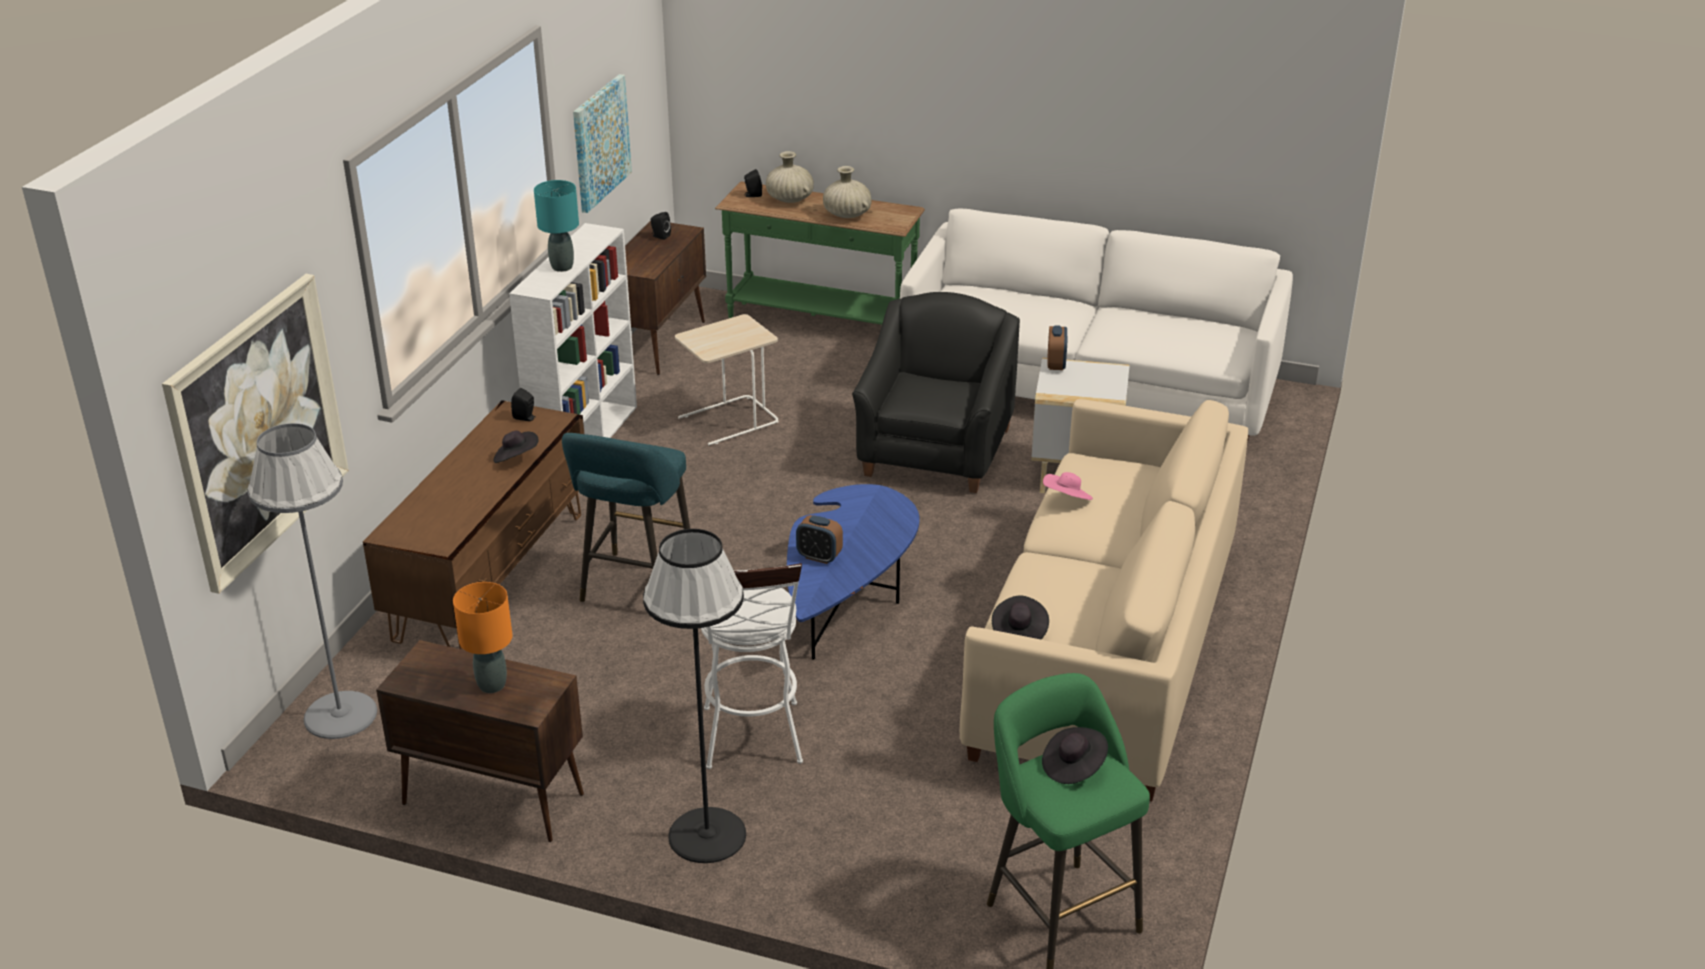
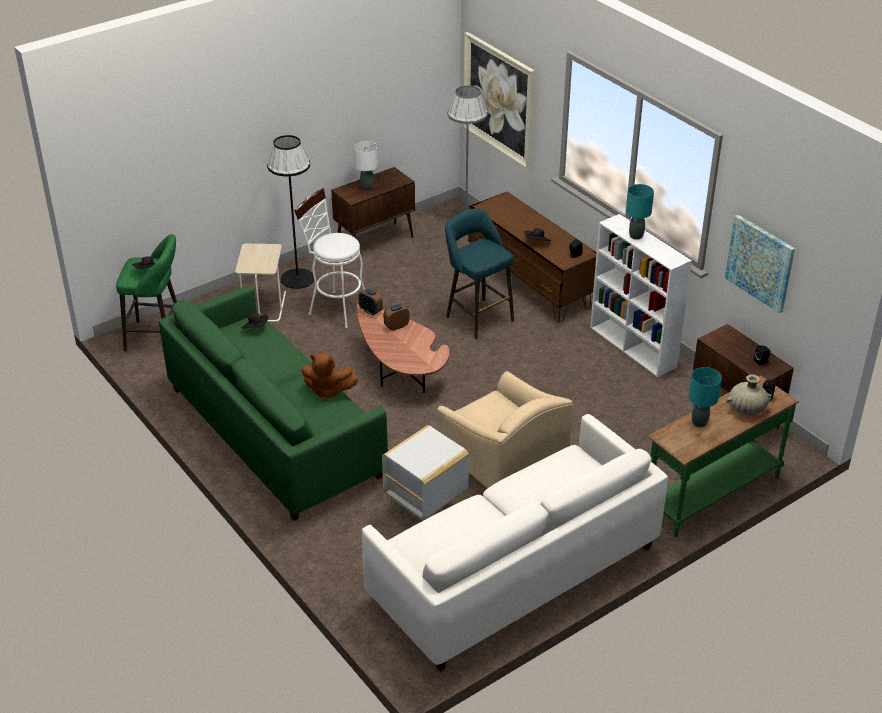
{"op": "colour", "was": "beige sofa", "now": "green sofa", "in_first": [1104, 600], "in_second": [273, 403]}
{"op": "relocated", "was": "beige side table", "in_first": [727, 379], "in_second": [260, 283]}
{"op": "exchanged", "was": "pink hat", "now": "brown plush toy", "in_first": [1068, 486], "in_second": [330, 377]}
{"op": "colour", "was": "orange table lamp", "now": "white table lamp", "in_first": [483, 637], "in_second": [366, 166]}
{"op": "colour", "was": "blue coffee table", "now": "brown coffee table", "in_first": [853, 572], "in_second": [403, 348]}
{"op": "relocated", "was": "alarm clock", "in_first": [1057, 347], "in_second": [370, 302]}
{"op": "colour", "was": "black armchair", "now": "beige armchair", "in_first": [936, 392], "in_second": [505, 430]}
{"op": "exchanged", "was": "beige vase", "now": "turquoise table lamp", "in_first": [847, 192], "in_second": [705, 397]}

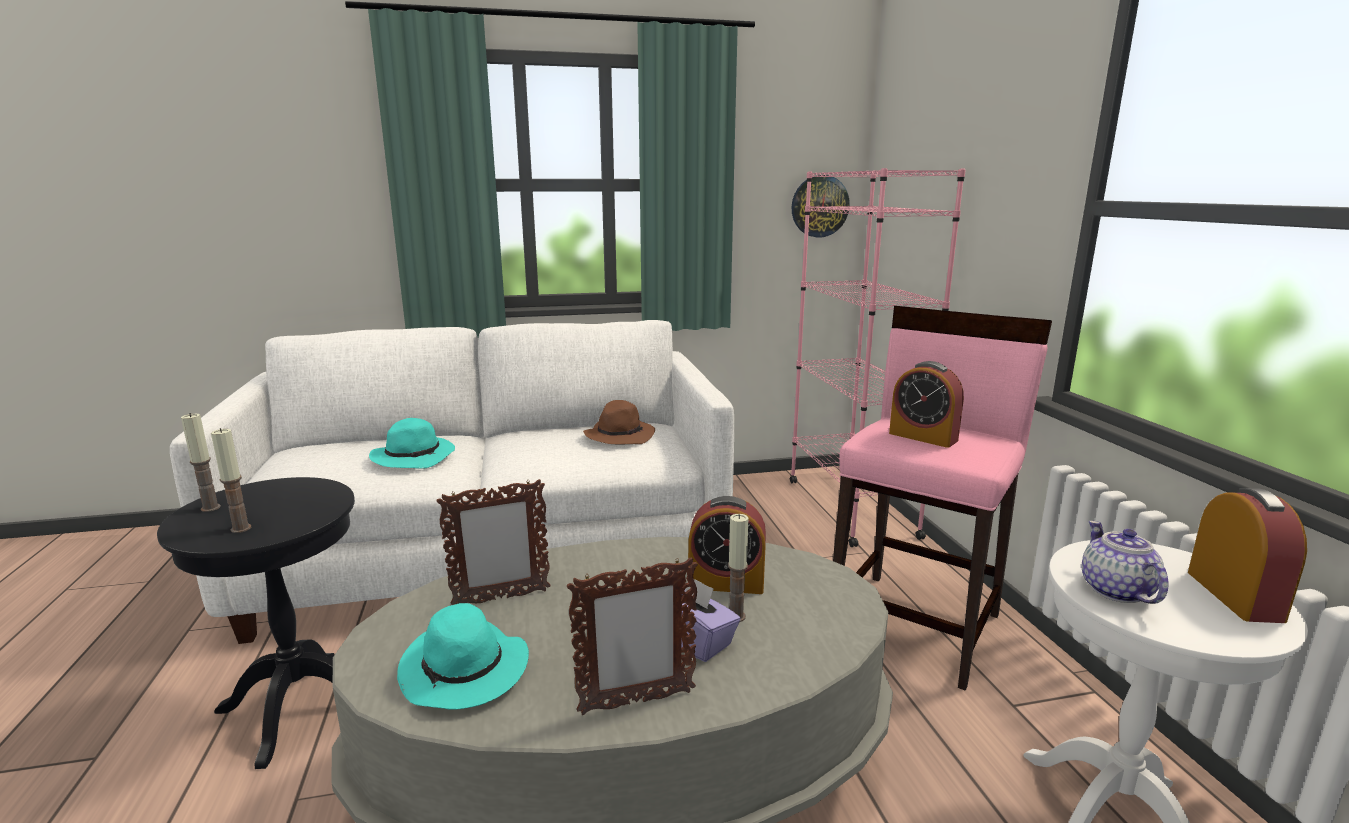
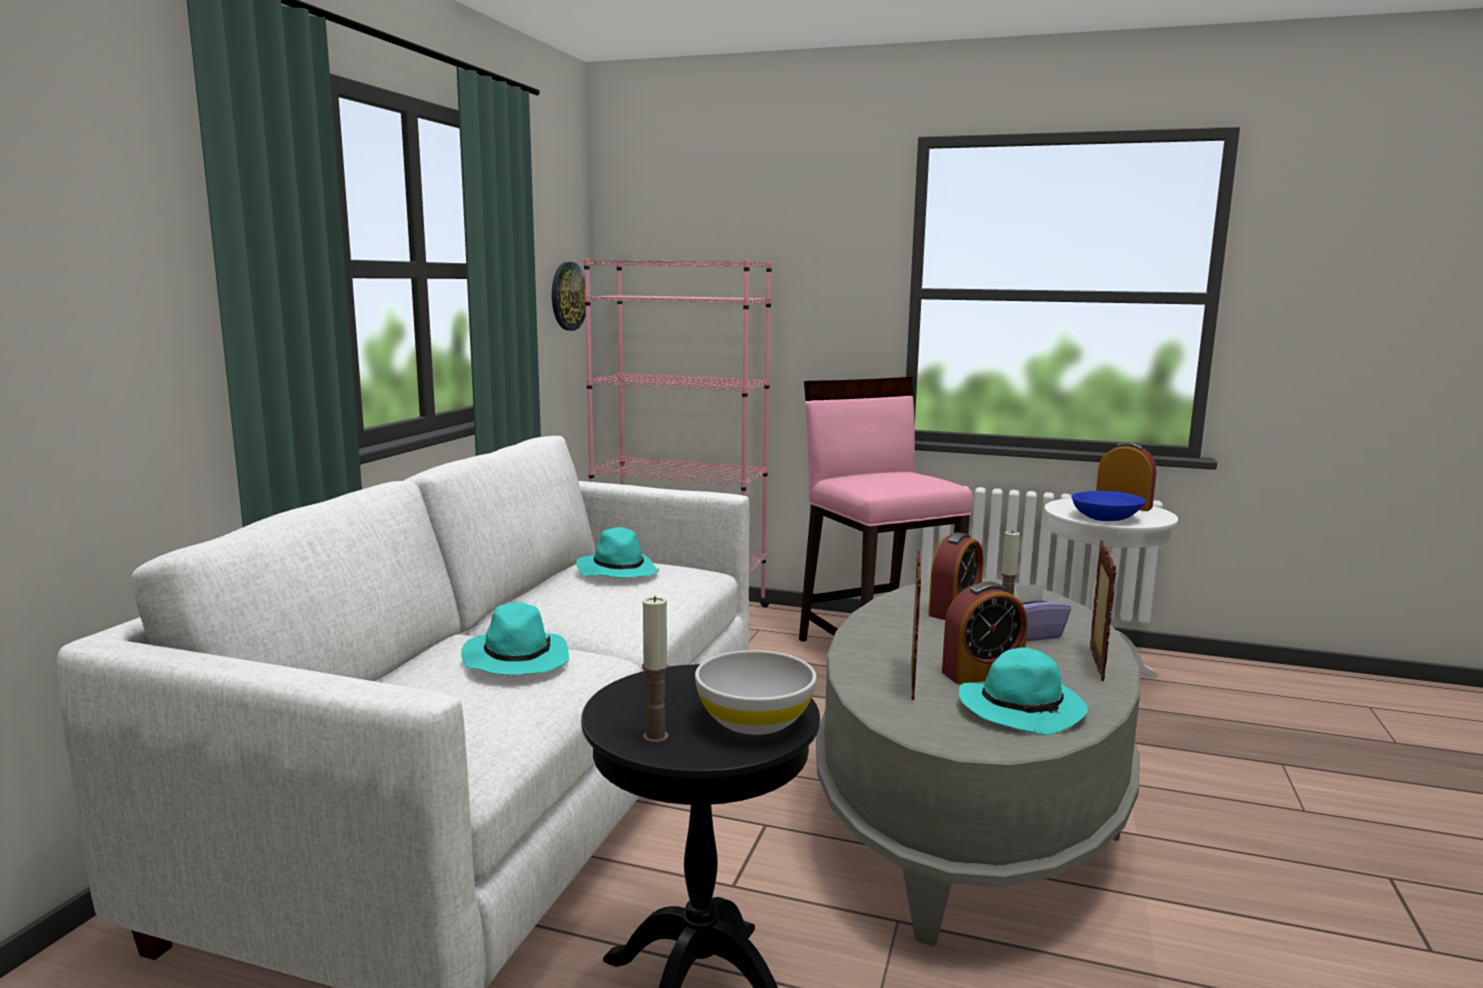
{"op": "colour", "was": "brown hat", "now": "turquoise hat", "in_first": [619, 422], "in_second": [617, 552]}
{"op": "exchanged", "was": "candle", "now": "white bowl", "in_first": [231, 480], "in_second": [756, 692]}
{"op": "relocated", "was": "alarm clock", "in_first": [926, 404], "in_second": [984, 633]}
{"op": "exchanged", "was": "teapot", "now": "blue bowl", "in_first": [1125, 562], "in_second": [1109, 506]}

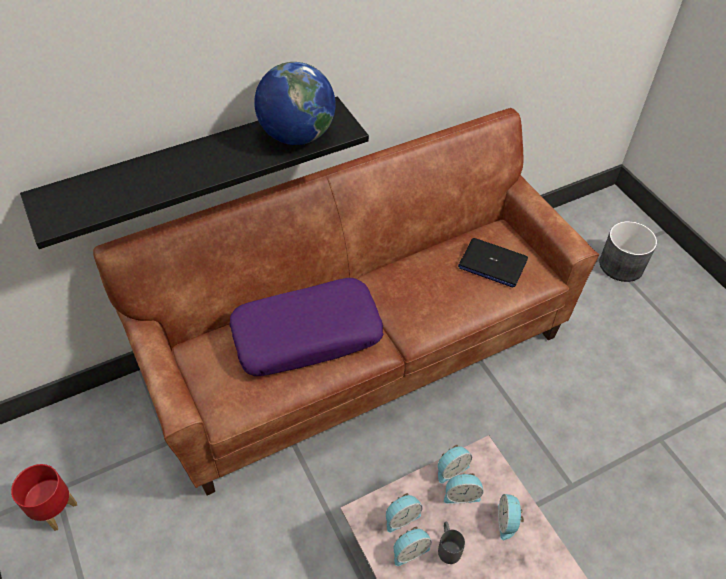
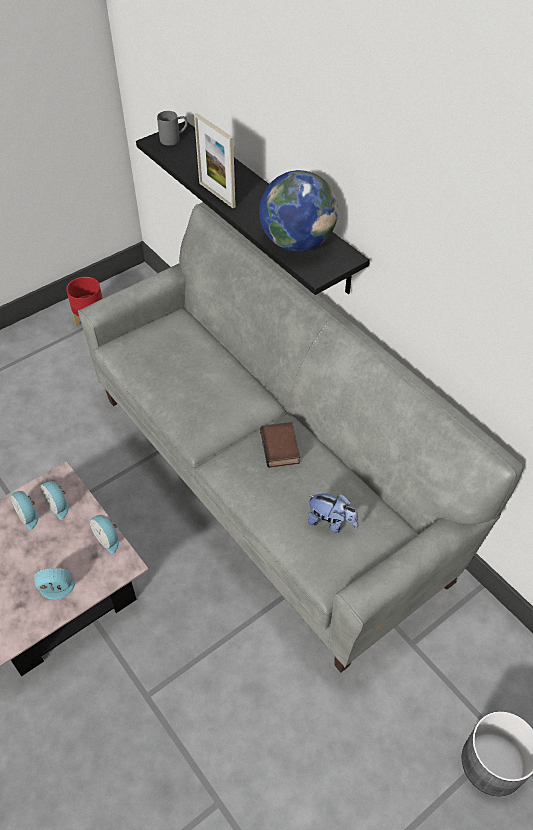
{"op": "colour", "was": "brown sofa", "now": "grey sofa", "in_first": [346, 301], "in_second": [300, 437]}
{"op": "relocated", "was": "grey mug", "in_first": [451, 542], "in_second": [172, 128]}
{"op": "appeared", "now": "picture frame", "in_second": [215, 160]}
{"op": "appeared", "now": "book", "in_second": [280, 445]}
{"op": "exchanged", "was": "laptop", "now": "plush toy", "in_first": [493, 263], "in_second": [333, 513]}
{"op": "missing", "was": "purple pillow", "in_first": [306, 327]}
{"op": "missing", "was": "alarm clock", "in_first": [464, 488]}

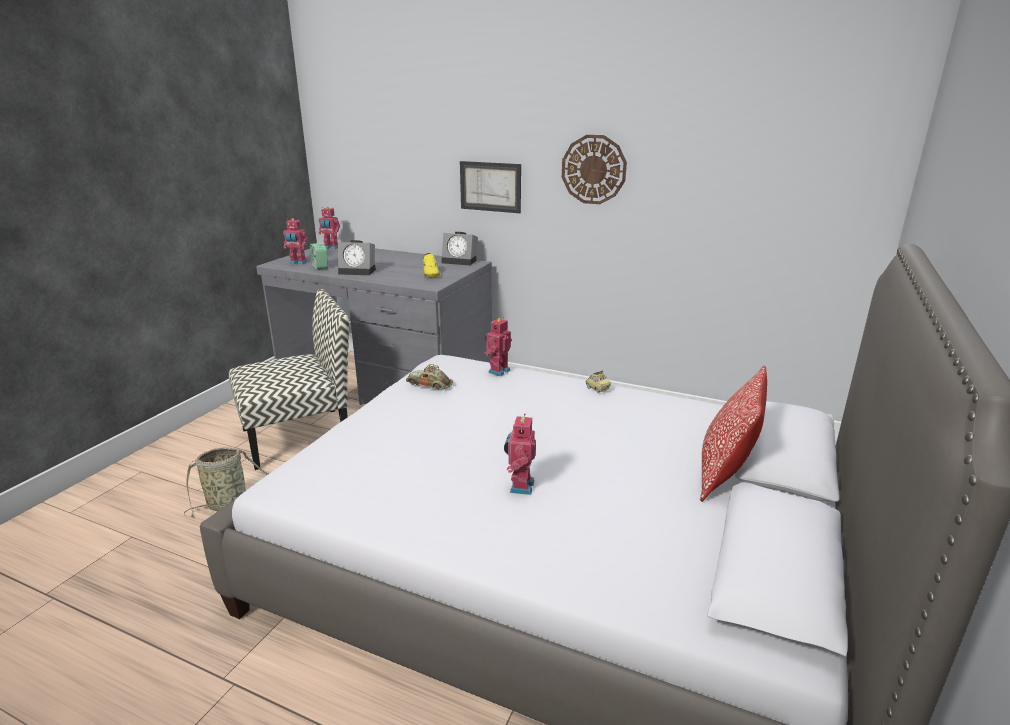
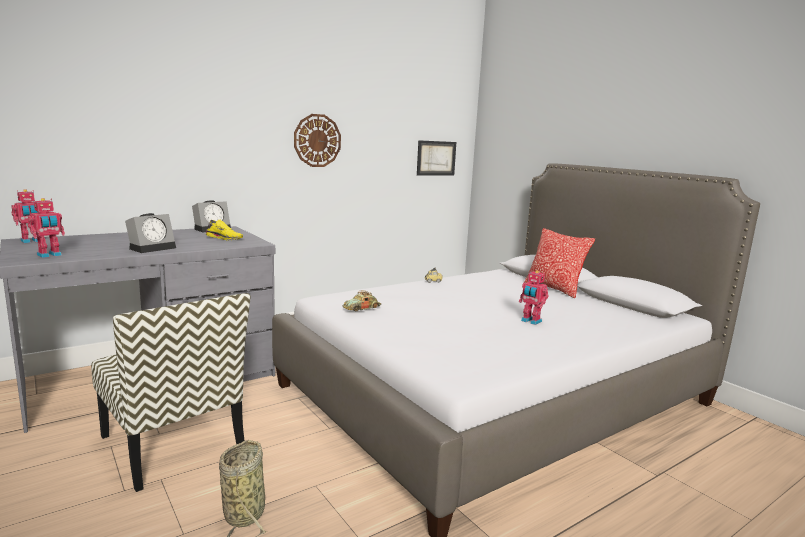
{"op": "spun", "was": "chair", "in_first": [289, 379], "in_second": [170, 392], "clockwise": 135}
{"op": "relocated", "was": "picture", "in_first": [490, 187], "in_second": [436, 158]}
{"op": "missing", "was": "alarm clock", "in_first": [319, 256]}
{"op": "missing", "was": "toy robot", "in_first": [498, 346]}

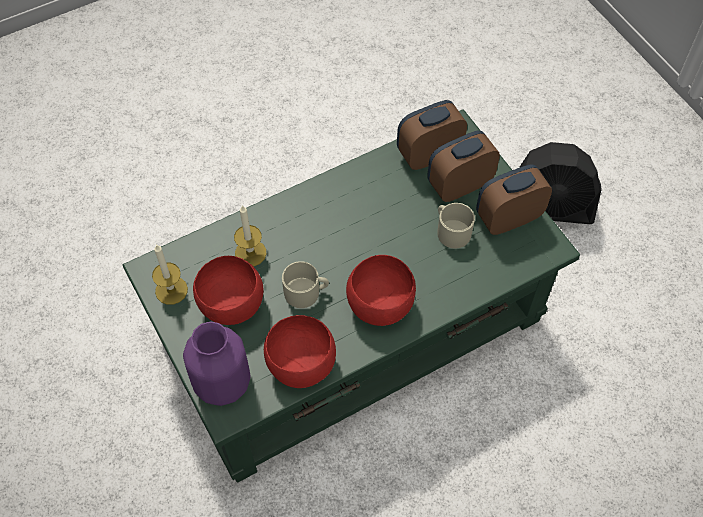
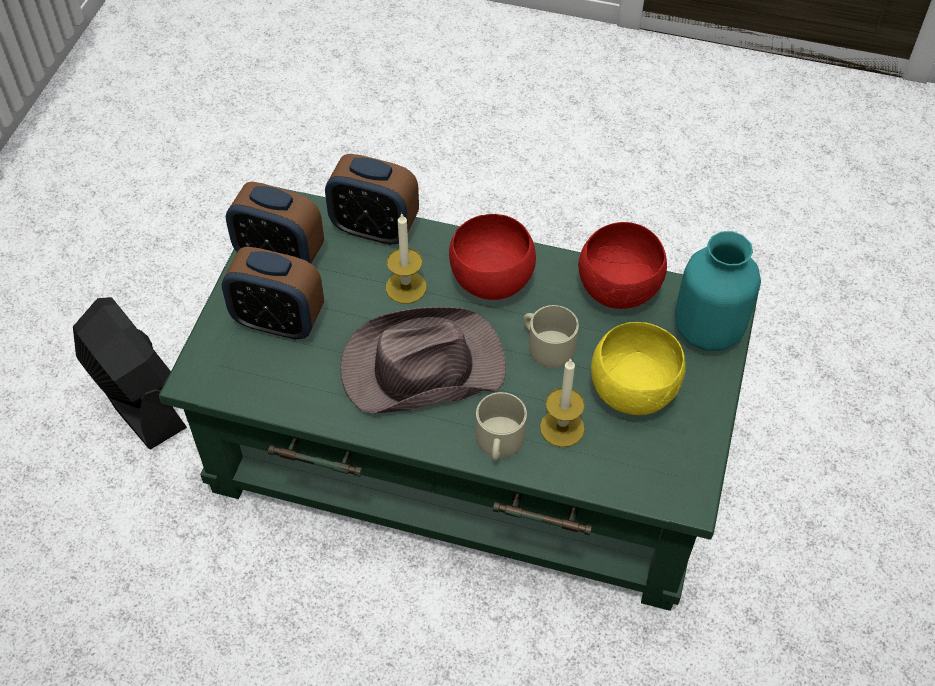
{"op": "relocated", "was": "alarm clock", "in_first": [432, 135], "in_second": [372, 199]}
{"op": "appeared", "now": "brown hat", "in_second": [423, 360]}
{"op": "relocated", "was": "candle", "in_first": [170, 274], "in_second": [406, 259]}
{"op": "relocated", "was": "beige mug", "in_first": [456, 226], "in_second": [501, 426]}
{"op": "colour", "was": "red bowl", "now": "yellow bowl", "in_first": [228, 290], "in_second": [638, 368]}
{"op": "colour", "was": "purple vase", "now": "turquoise vase", "in_first": [217, 363], "in_second": [718, 291]}

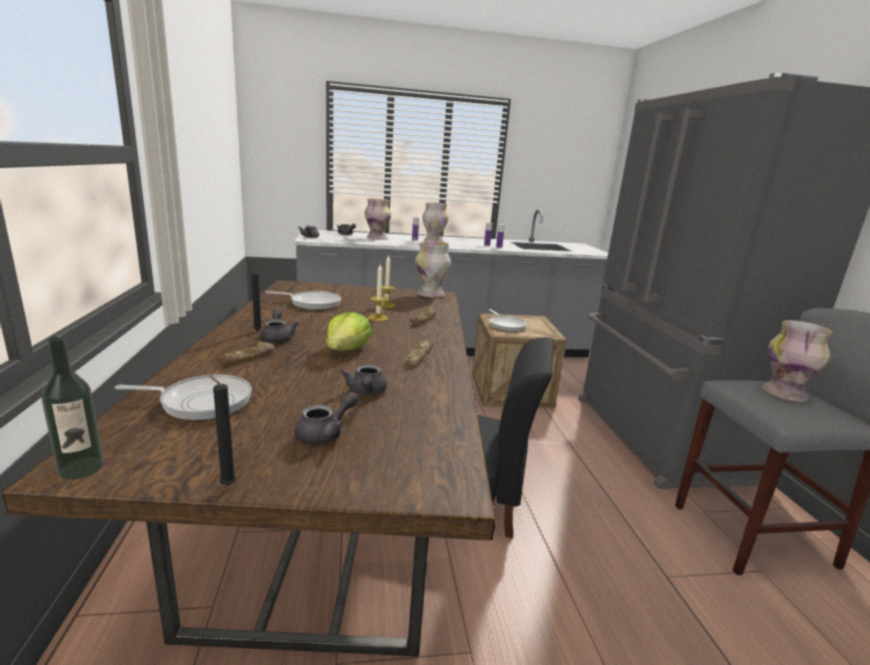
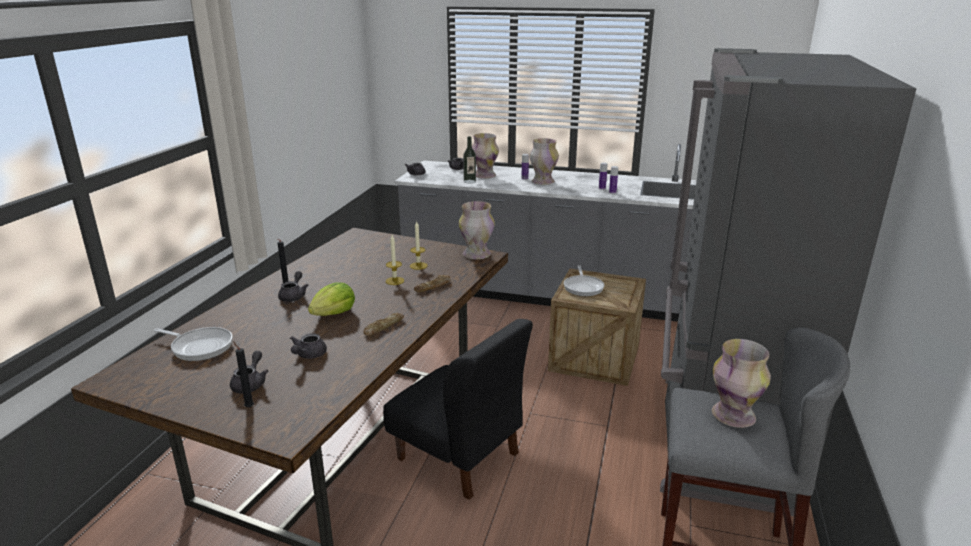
{"op": "spun", "was": "grey teapot", "in_first": [326, 418], "in_second": [249, 372], "clockwise": -60}
{"op": "relocated", "was": "black candle", "in_first": [221, 429], "in_second": [243, 374]}
{"op": "relocated", "was": "bottle", "in_first": [73, 408], "in_second": [469, 159]}
{"op": "missing", "was": "bread", "in_first": [246, 353]}
{"op": "missing", "was": "frying pan", "in_first": [303, 300]}

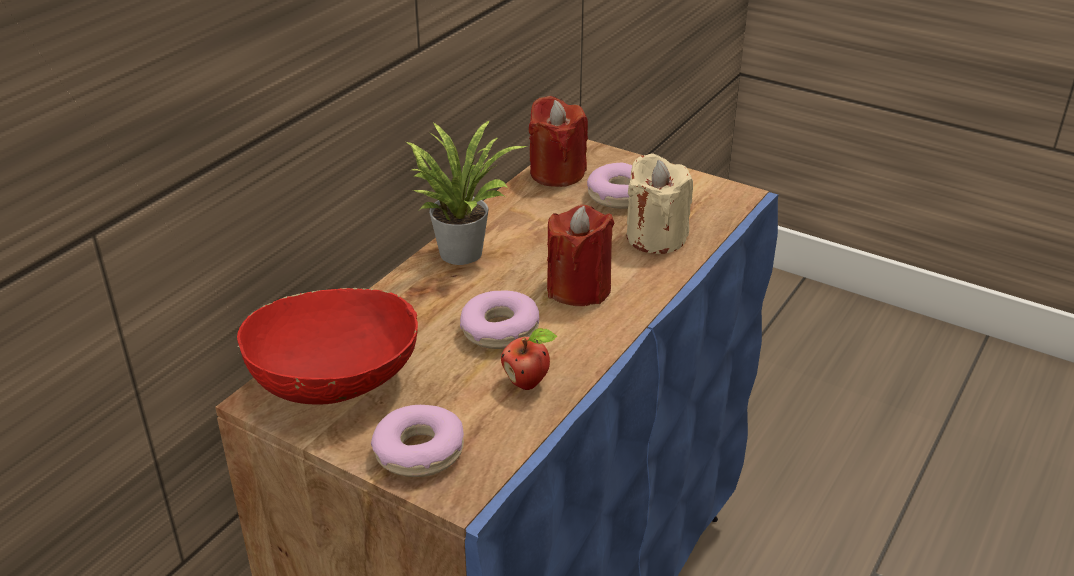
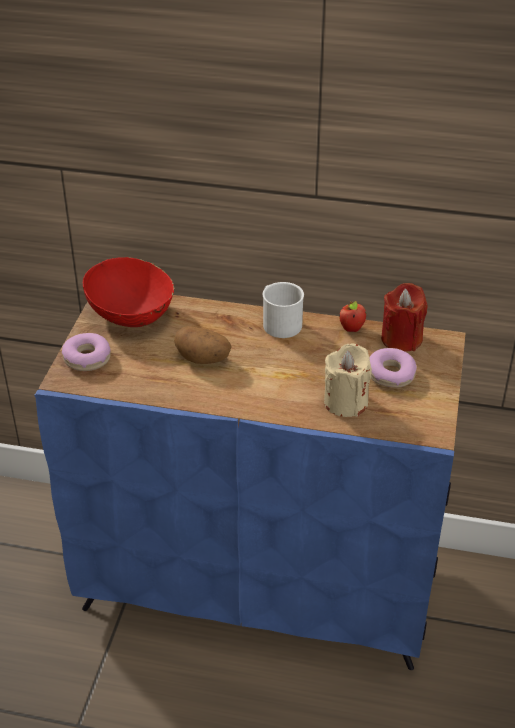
{"op": "exchanged", "was": "donut", "now": "potato", "in_first": [499, 320], "in_second": [203, 345]}
{"op": "exchanged", "was": "potted plant", "now": "white mug", "in_first": [467, 192], "in_second": [283, 310]}
{"op": "relocated", "was": "apple", "in_first": [529, 359], "in_second": [352, 316]}
{"op": "missing", "was": "red candle", "in_first": [580, 255]}

